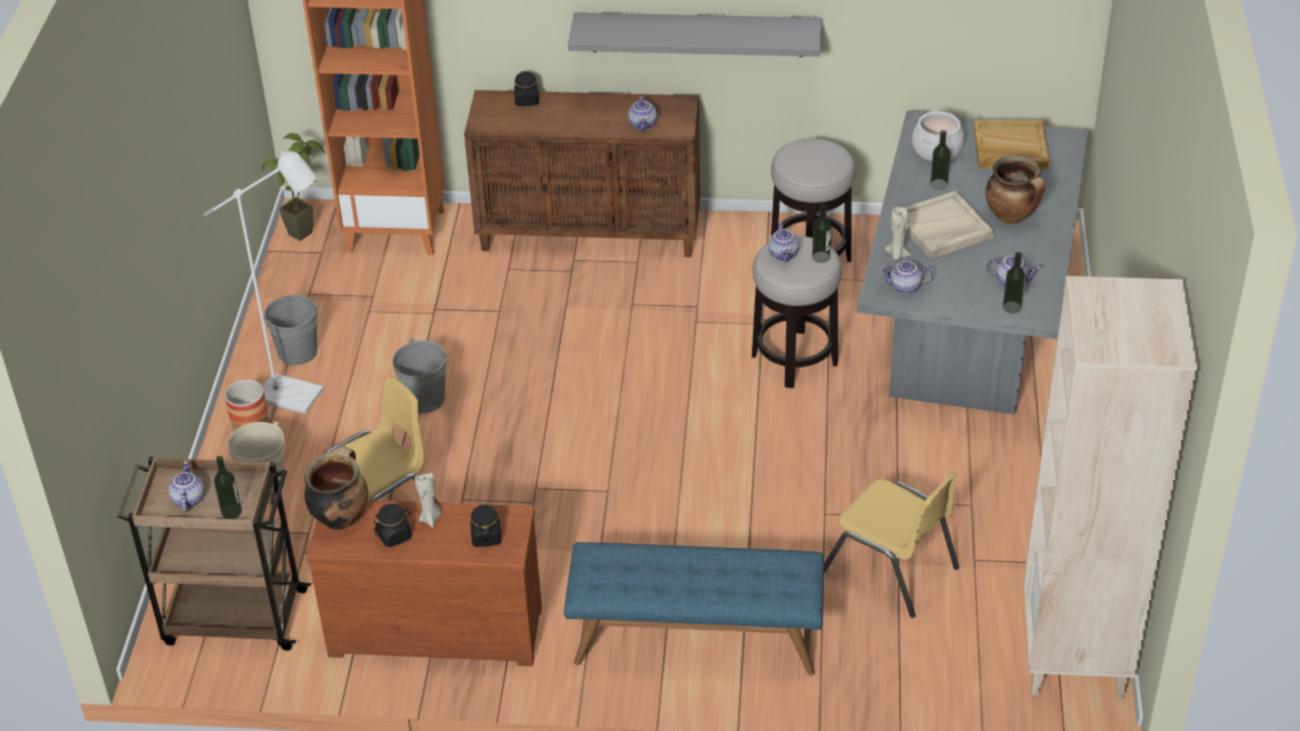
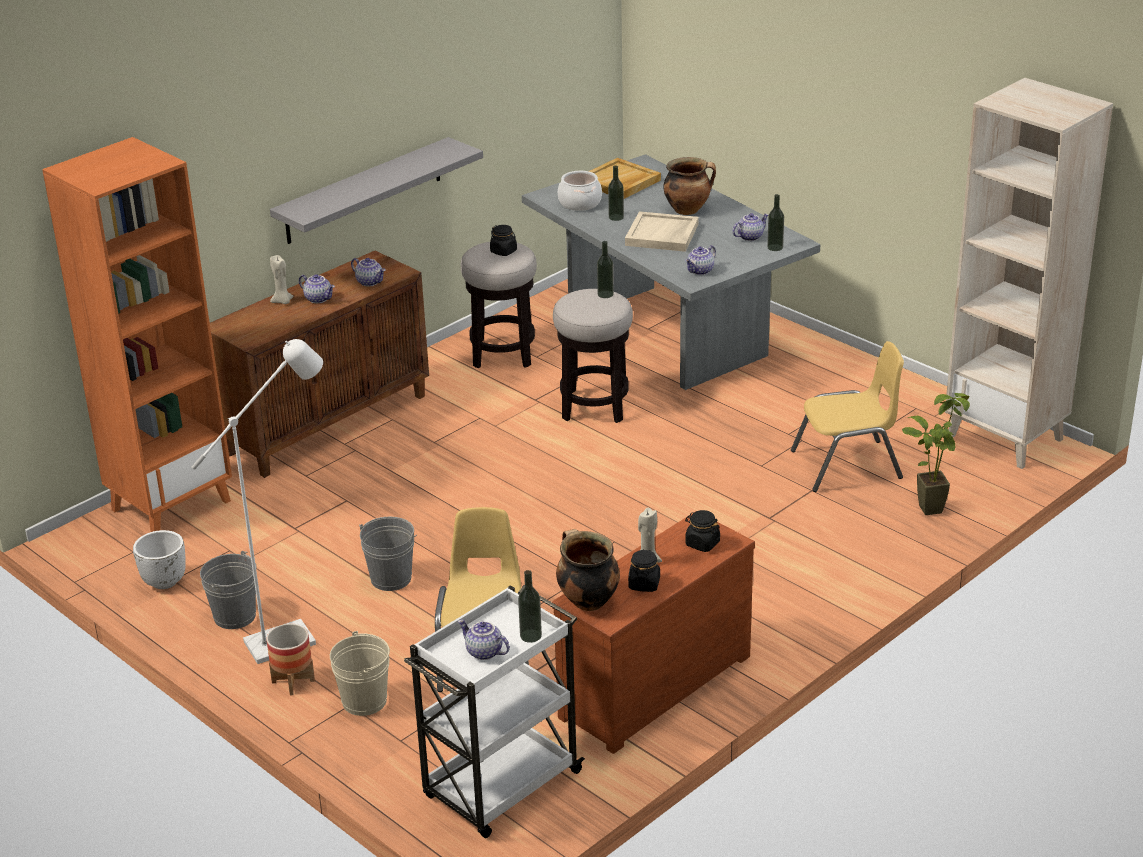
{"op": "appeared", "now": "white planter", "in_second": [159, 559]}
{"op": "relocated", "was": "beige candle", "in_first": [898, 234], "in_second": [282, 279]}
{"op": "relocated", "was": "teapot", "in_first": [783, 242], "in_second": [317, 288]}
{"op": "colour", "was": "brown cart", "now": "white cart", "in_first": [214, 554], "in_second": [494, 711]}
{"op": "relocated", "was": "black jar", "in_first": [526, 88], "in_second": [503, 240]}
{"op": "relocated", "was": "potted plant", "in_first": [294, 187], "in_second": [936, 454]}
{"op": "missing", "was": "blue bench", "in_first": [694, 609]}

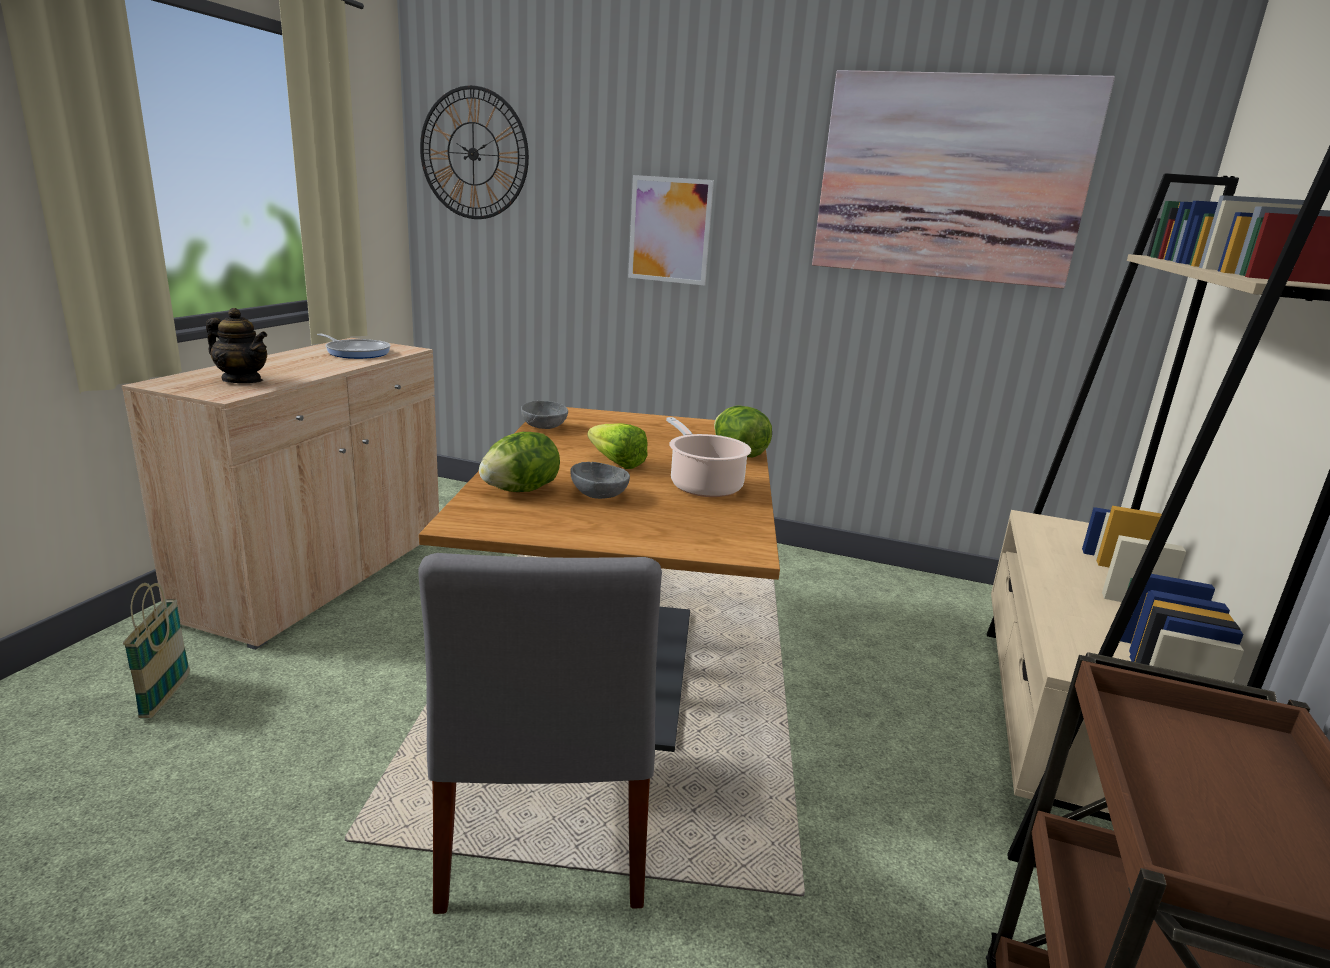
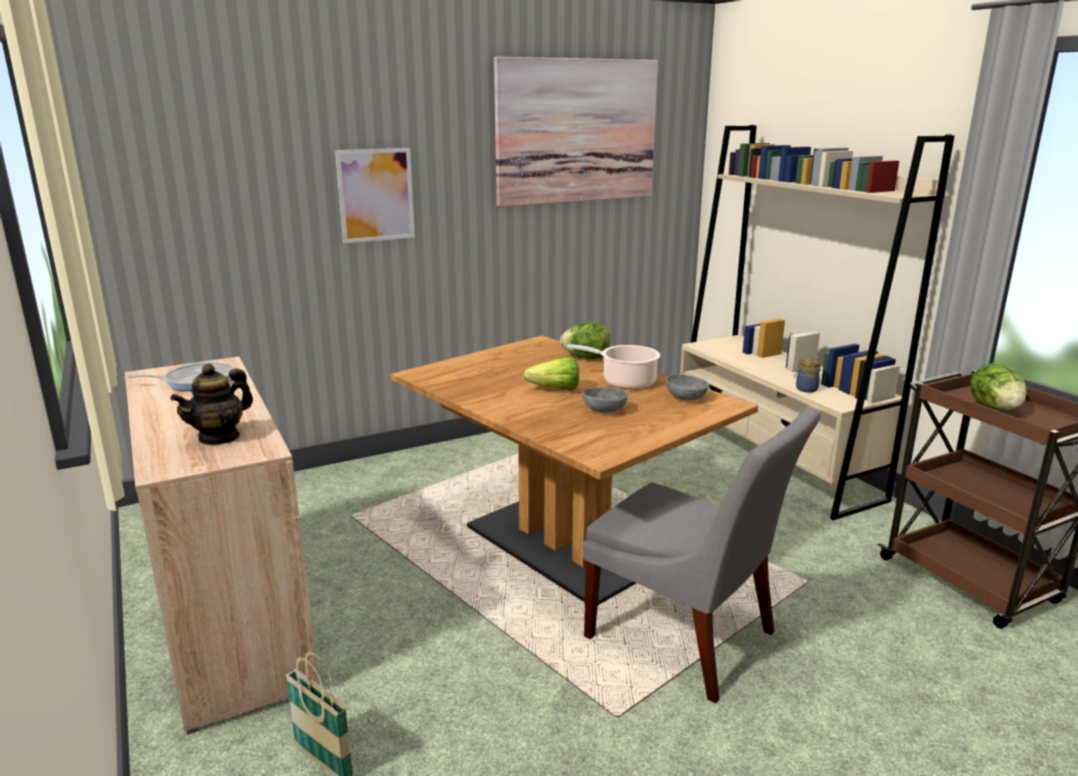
{"op": "spun", "was": "teapot", "in_first": [236, 345], "in_second": [211, 404], "clockwise": 150}
{"op": "relocated", "was": "grey bowl", "in_first": [544, 415], "in_second": [687, 387]}
{"op": "appeared", "now": "jar", "in_second": [807, 376]}
{"op": "relocated", "was": "lettuce", "in_first": [519, 462], "in_second": [999, 387]}
{"op": "missing", "was": "wall clock", "in_first": [474, 152]}

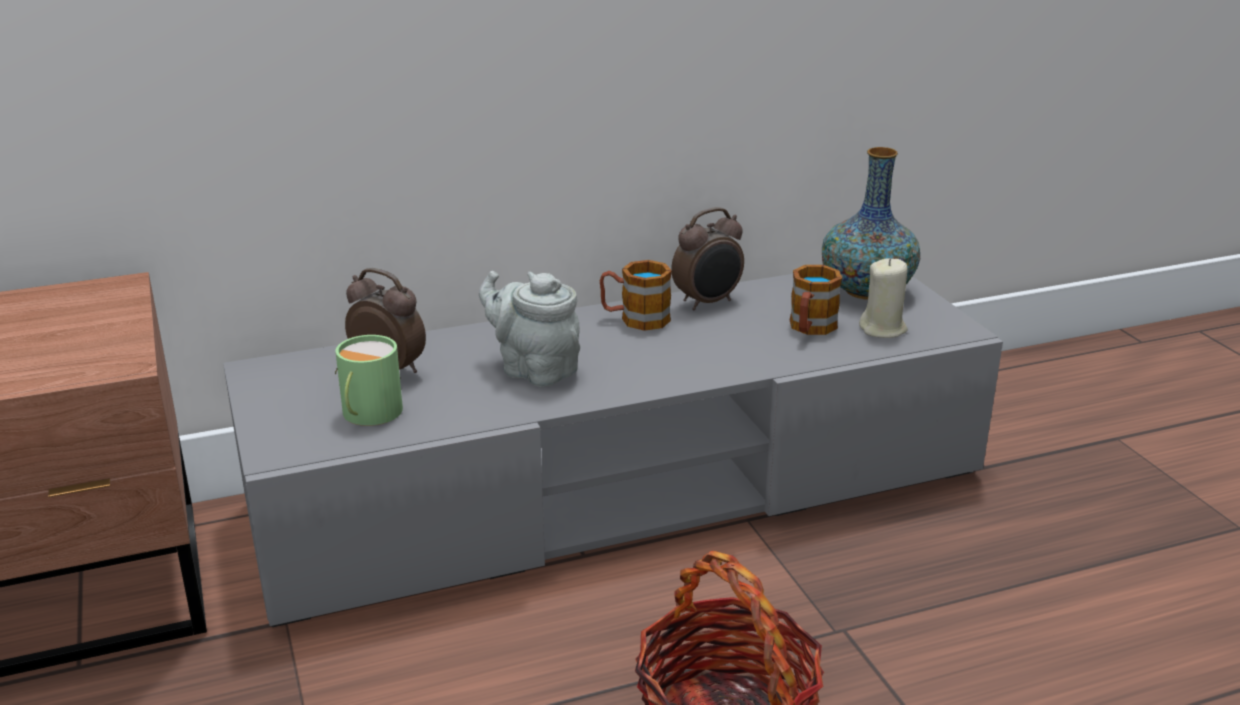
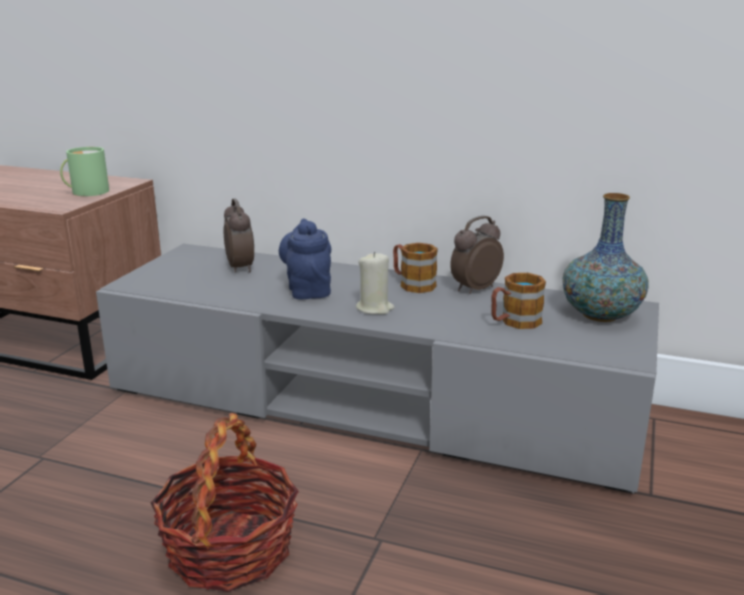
{"op": "relocated", "was": "green mug", "in_first": [369, 380], "in_second": [84, 171]}
{"op": "colour", "was": "grey teapot", "now": "blue teapot", "in_first": [529, 329], "in_second": [305, 258]}
{"op": "relocated", "was": "beige candle", "in_first": [883, 298], "in_second": [375, 283]}
{"op": "spun", "was": "alarm clock", "in_first": [707, 258], "in_second": [477, 255], "clockwise": 135}

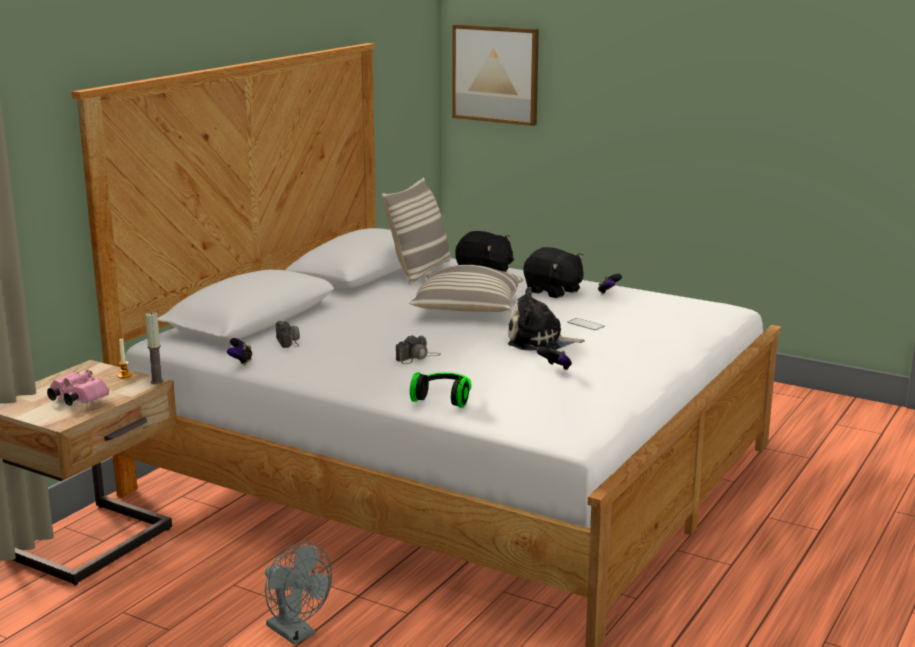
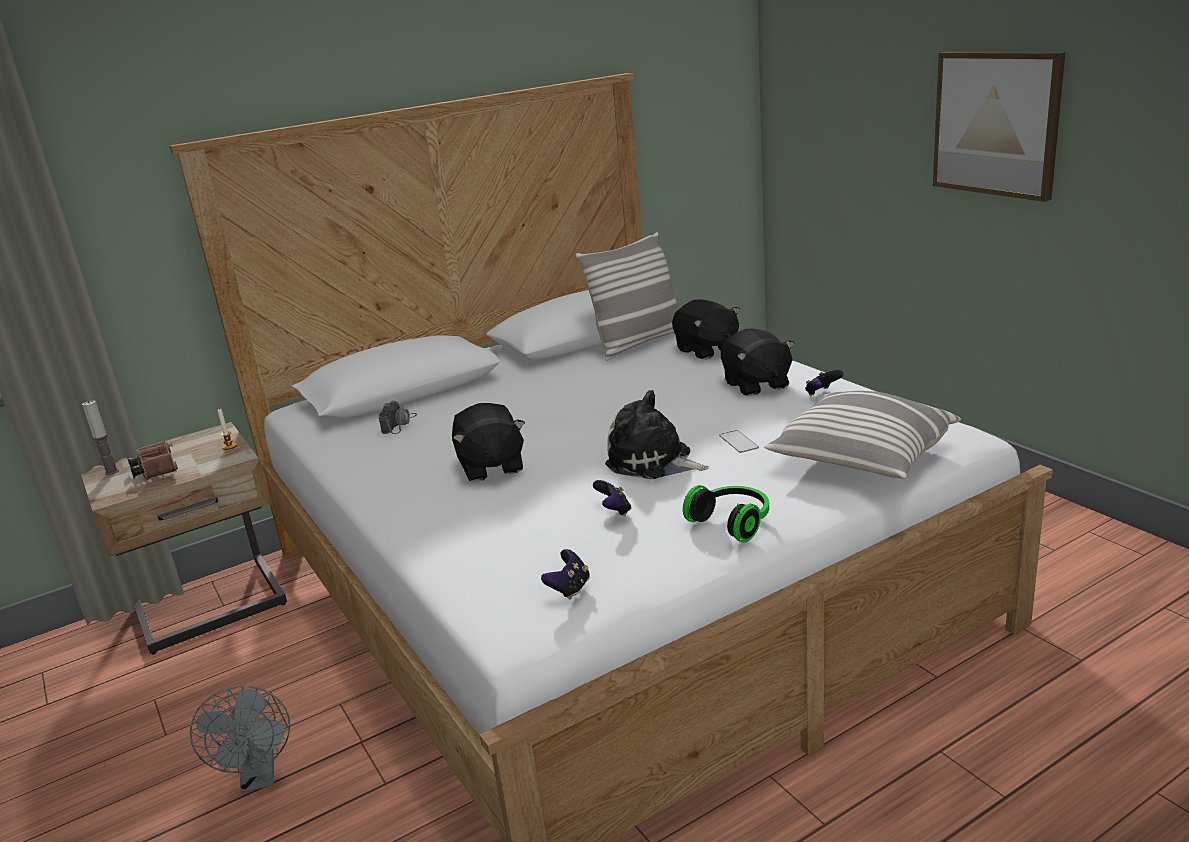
{"op": "relocated", "was": "candle", "in_first": [154, 348], "in_second": [100, 437]}
{"op": "colour", "was": "pink binoculars", "now": "brown binoculars", "in_first": [78, 388], "in_second": [152, 460]}
{"op": "exchanged", "was": "photo camera", "now": "black plush toy", "in_first": [418, 349], "in_second": [488, 442]}
{"op": "relocated", "was": "game controller", "in_first": [240, 351], "in_second": [565, 574]}
{"op": "relocated", "was": "headphones", "in_first": [440, 390], "in_second": [726, 514]}
{"op": "relocated", "was": "pillow", "in_first": [466, 288], "in_second": [862, 435]}
{"op": "relocated", "was": "picture", "in_first": [495, 75], "in_second": [999, 127]}

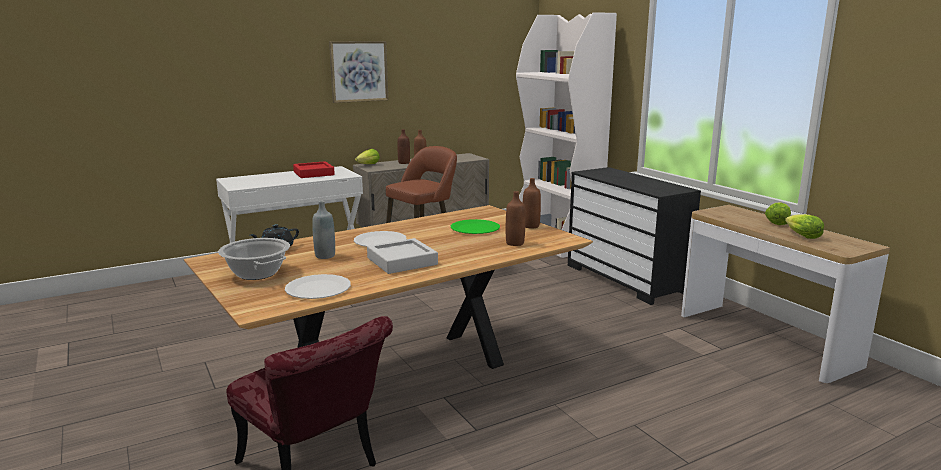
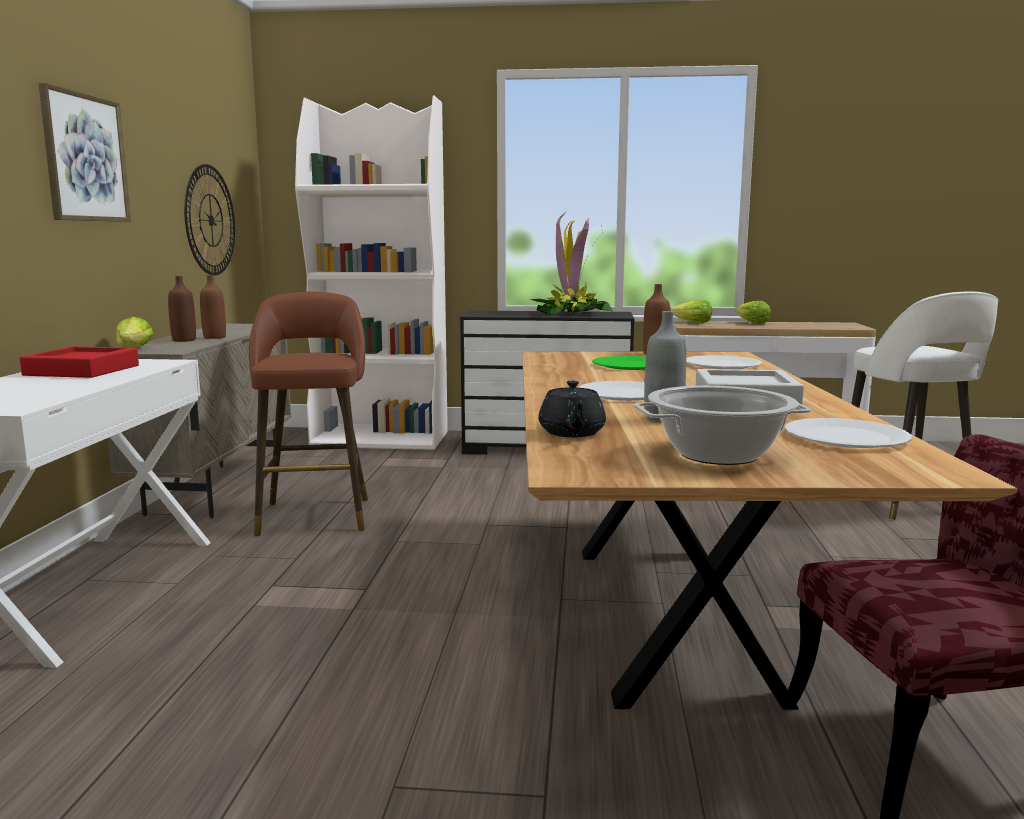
{"op": "appeared", "now": "wall clock", "in_second": [209, 219]}
{"op": "appeared", "now": "potted plant", "in_second": [571, 264]}
{"op": "relocated", "was": "lettuce", "in_first": [804, 226], "in_second": [691, 311]}
{"op": "exchanged", "was": "brown bottle", "now": "white plate", "in_first": [516, 218], "in_second": [724, 362]}
{"op": "appeared", "now": "white stool", "in_second": [924, 405]}

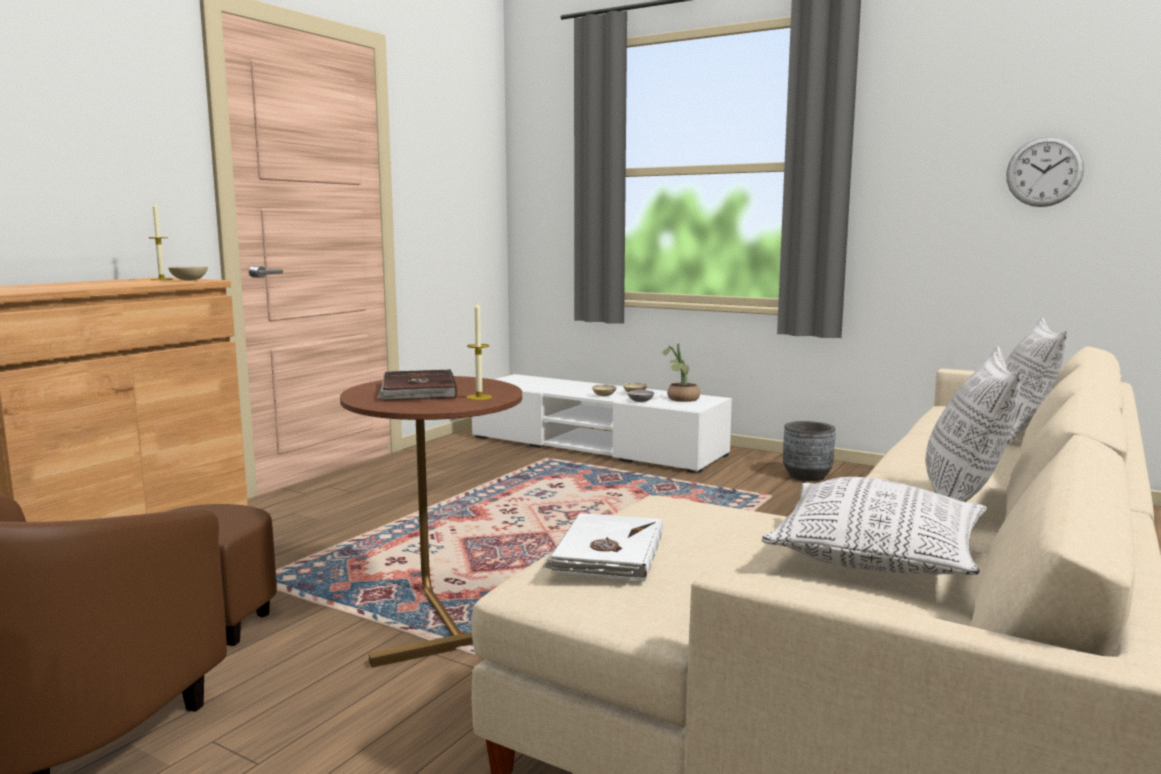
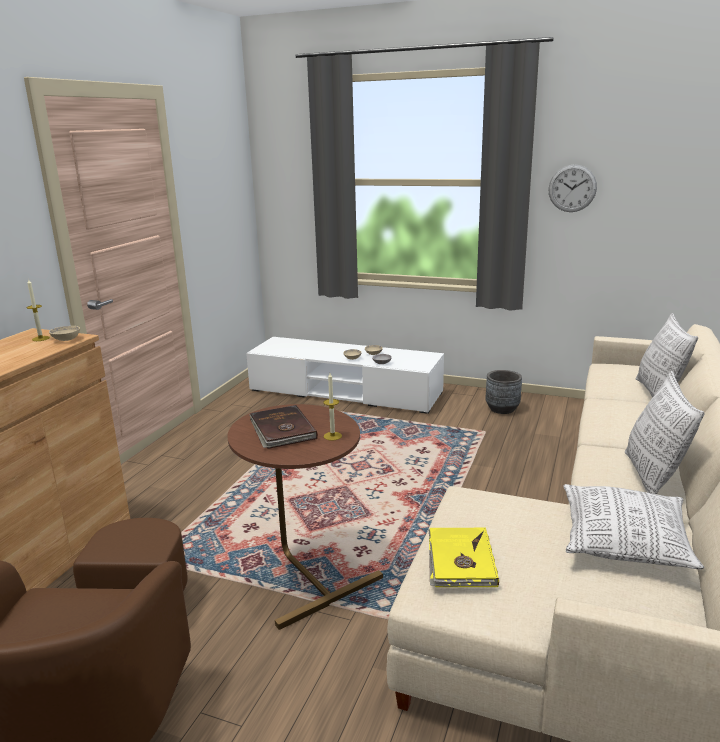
{"op": "colour", "was": "white book", "now": "yellow book", "in_first": [603, 547], "in_second": [463, 557]}
{"op": "relocated", "was": "wall clock", "in_first": [1045, 171], "in_second": [572, 188]}
{"op": "missing", "was": "potted plant", "in_first": [681, 372]}

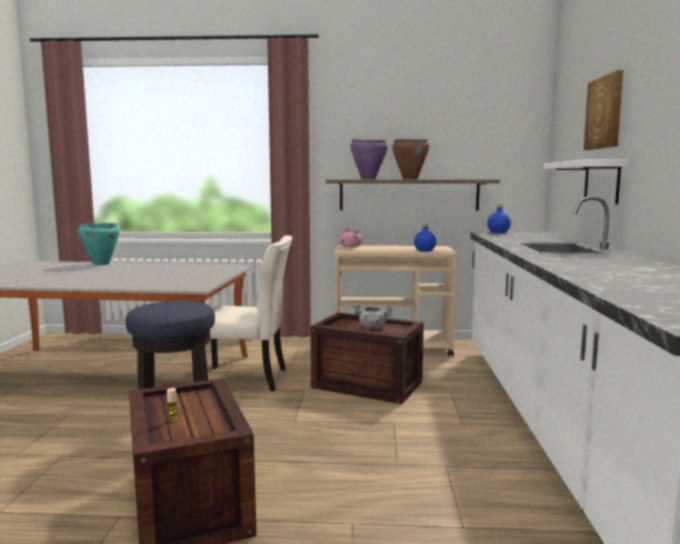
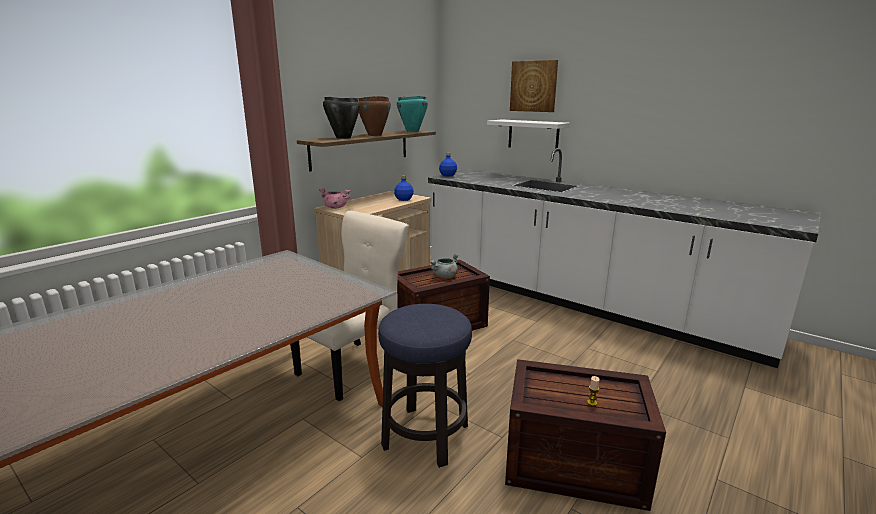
{"op": "colour", "was": "purple cooking pot", "now": "black cooking pot", "in_first": [369, 159], "in_second": [341, 118]}
{"op": "relocated", "was": "turquoise cooking pot", "in_first": [98, 244], "in_second": [412, 114]}

